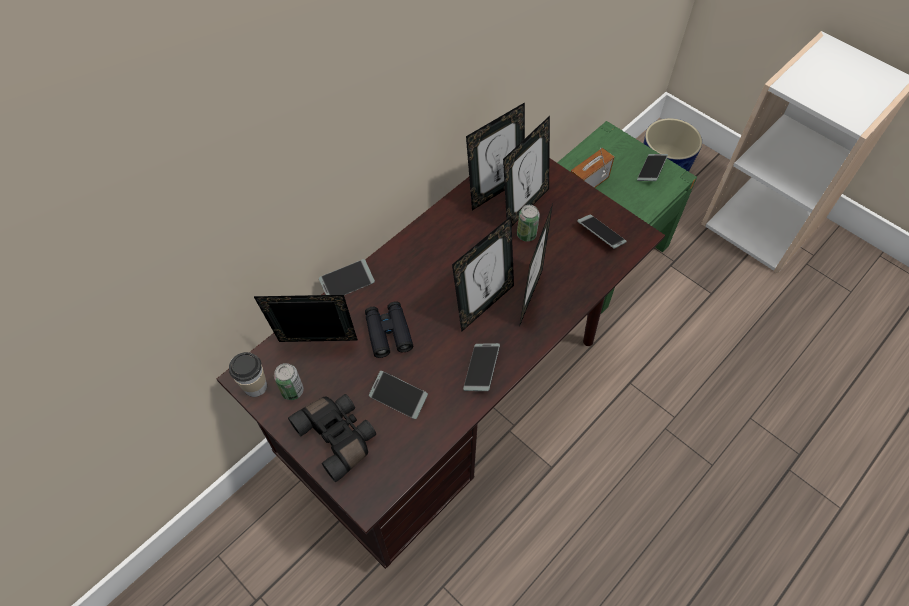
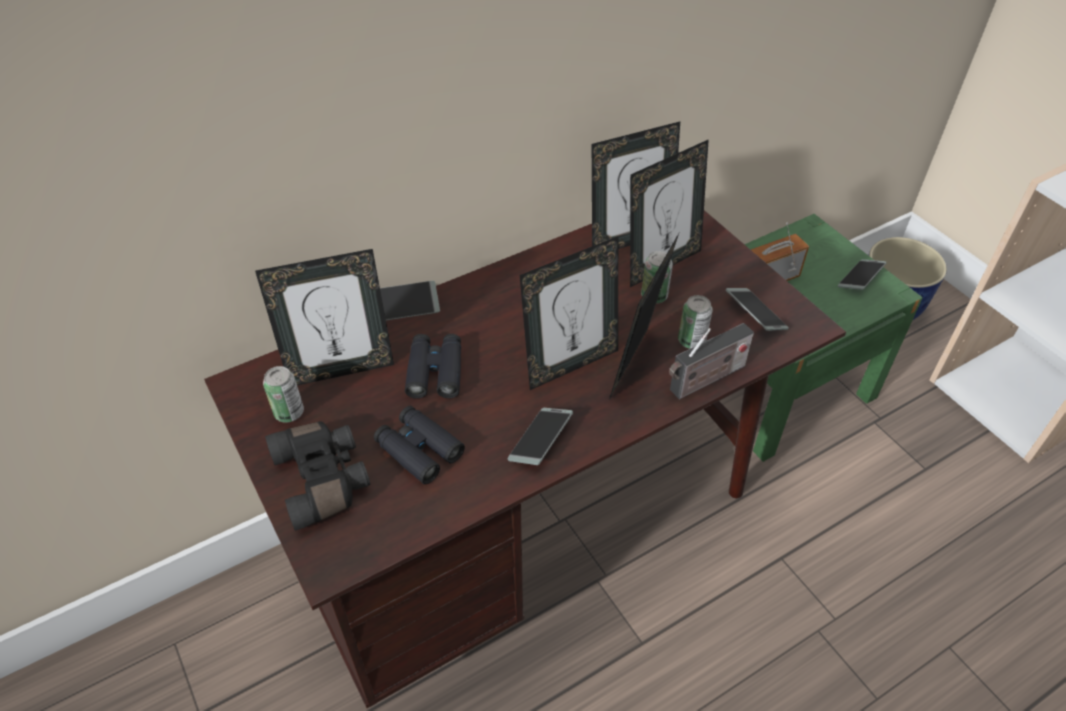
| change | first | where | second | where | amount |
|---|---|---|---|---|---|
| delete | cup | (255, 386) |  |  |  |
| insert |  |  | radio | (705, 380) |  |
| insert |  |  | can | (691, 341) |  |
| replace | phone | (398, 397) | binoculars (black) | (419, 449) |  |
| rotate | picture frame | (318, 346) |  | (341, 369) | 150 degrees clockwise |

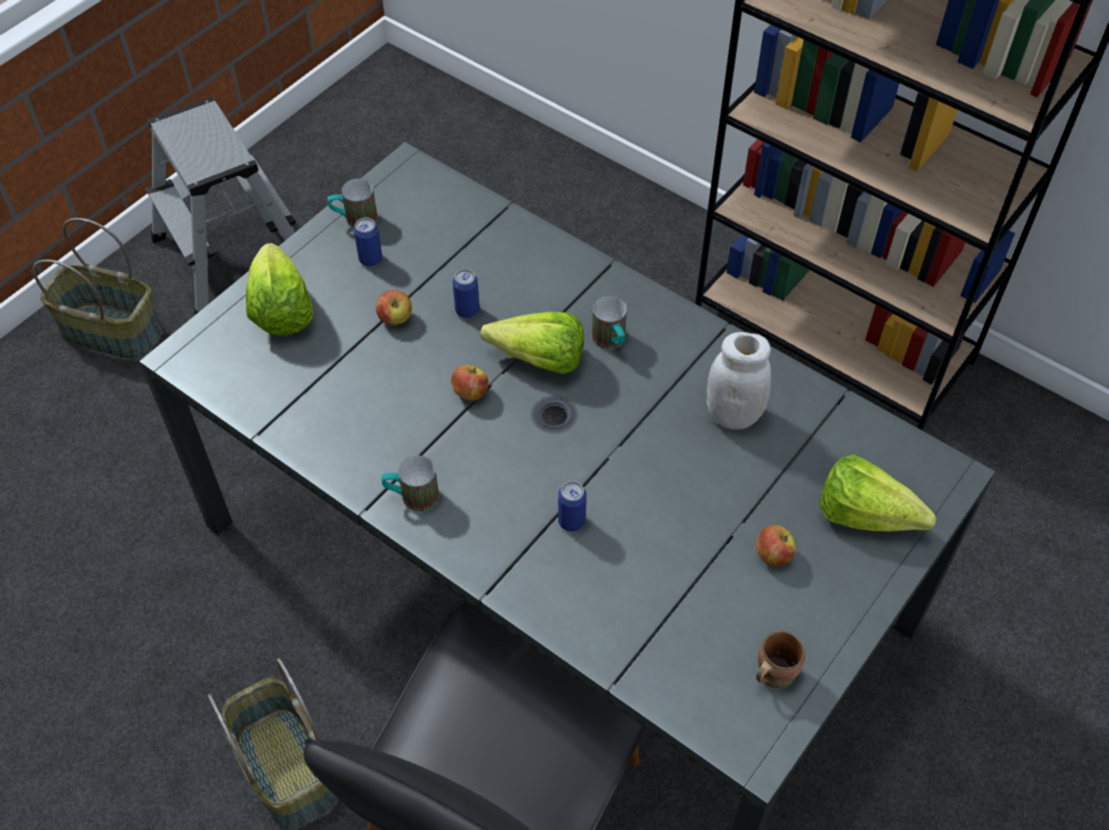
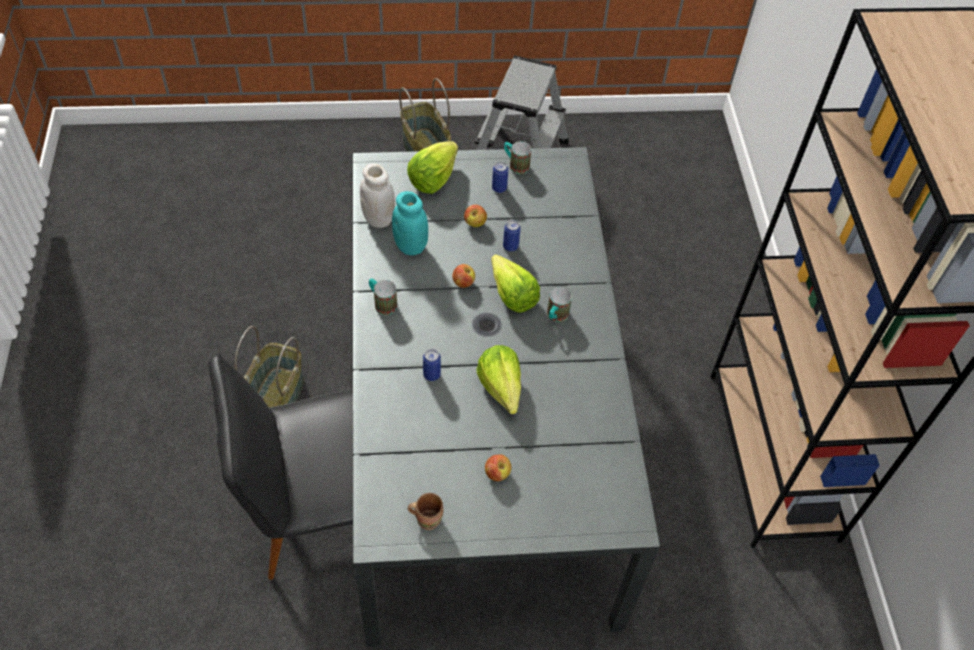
| change | first | where | second | where | amount |
|---|---|---|---|---|---|
| insert |  |  | jar (turquoise) | (410, 246) |  |
| move | jar (white) | (733, 414) |  | (378, 219) |  |
| move | lettuce | (872, 521) |  | (501, 393) |  |

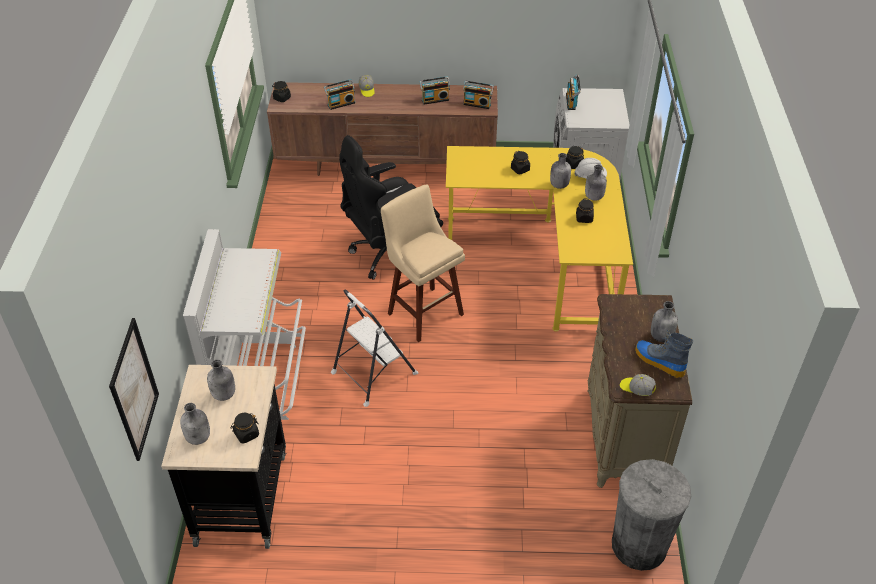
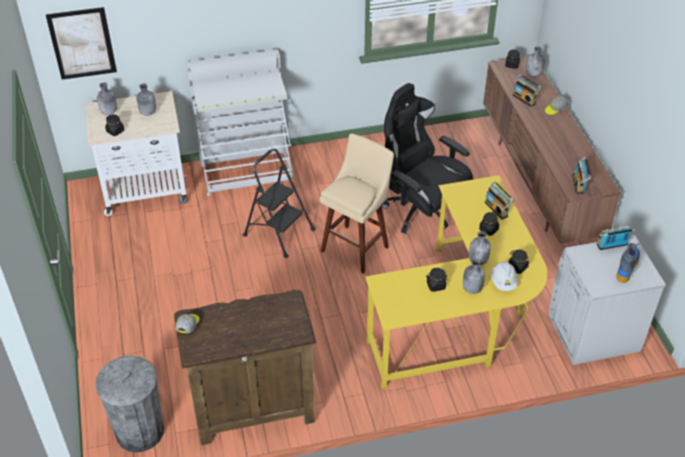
| change | first | where | second | where | amount |
|---|---|---|---|---|---|
| move | radio | (435, 99) |  | (497, 209) |  |
| move | boot | (658, 362) |  | (627, 266) |  |
| move | bottle (grey) | (661, 336) |  | (534, 74) |  |
| recolor | cart (black) | (241, 497) | cart (white) | (145, 191) |  |
| recolor | step ladder (white) | (372, 373) | step ladder (black) | (277, 231) |  |

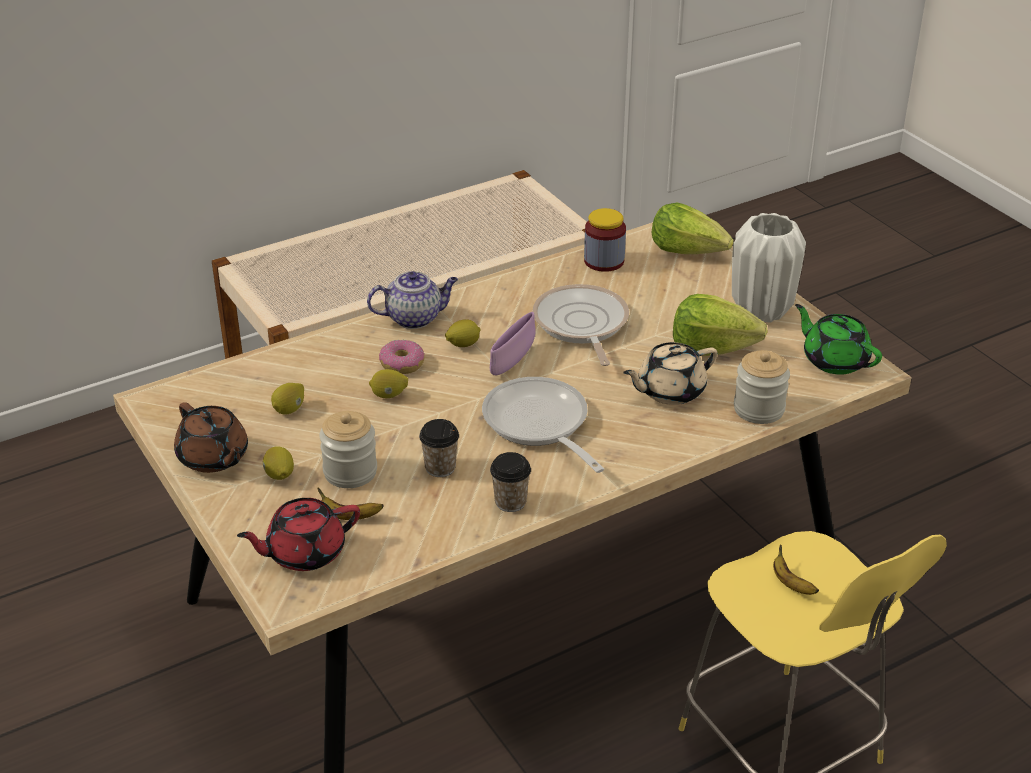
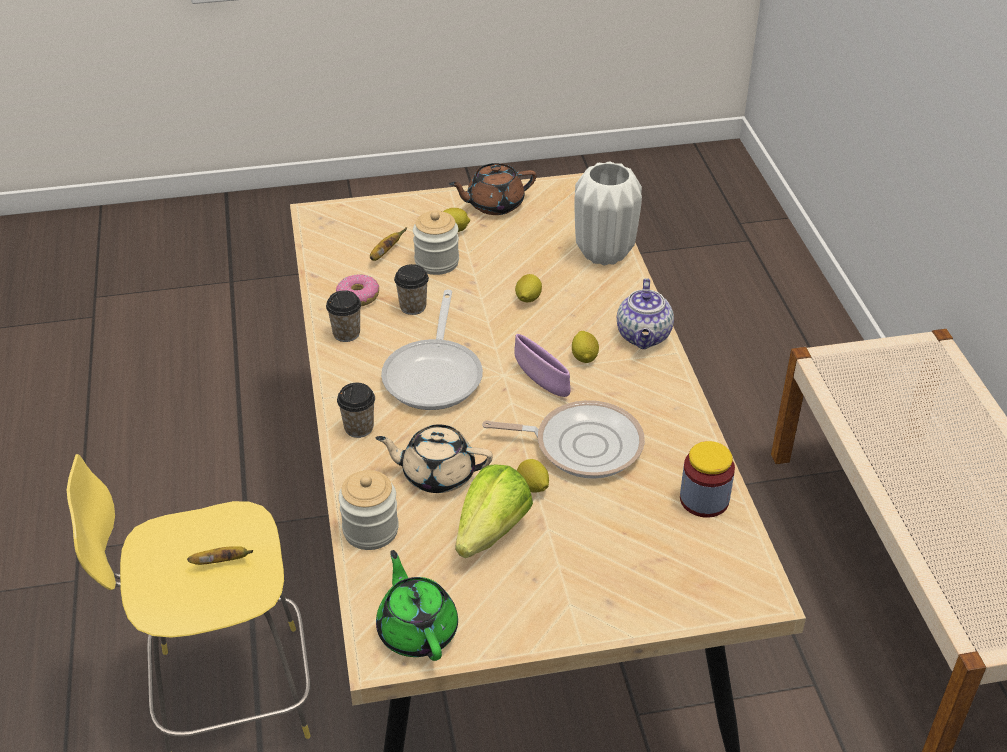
| change | first | where | second | where | amount |
|---|---|---|---|---|---|
| delete | teapot (red) | (304, 552) |  |  |  |
| delete | lettuce | (688, 250) |  |  |  |
| insert |  |  | cup | (359, 428) |  |
| move | lemon | (289, 409) |  | (532, 487) |  |
| move | donut | (402, 364) |  | (358, 296) |  |
| move | vase (white) | (761, 310) |  | (605, 253) |  |
| rotate | frying pan | (539, 425) |  | (435, 374) | 105 degrees clockwise |
| rotate | teapot (beige) | (669, 391) |  | (437, 474) | 75 degrees counterclockwise |
| rotate | teapot (green) | (834, 360) |  | (417, 630) | 90 degrees counterclockwise |

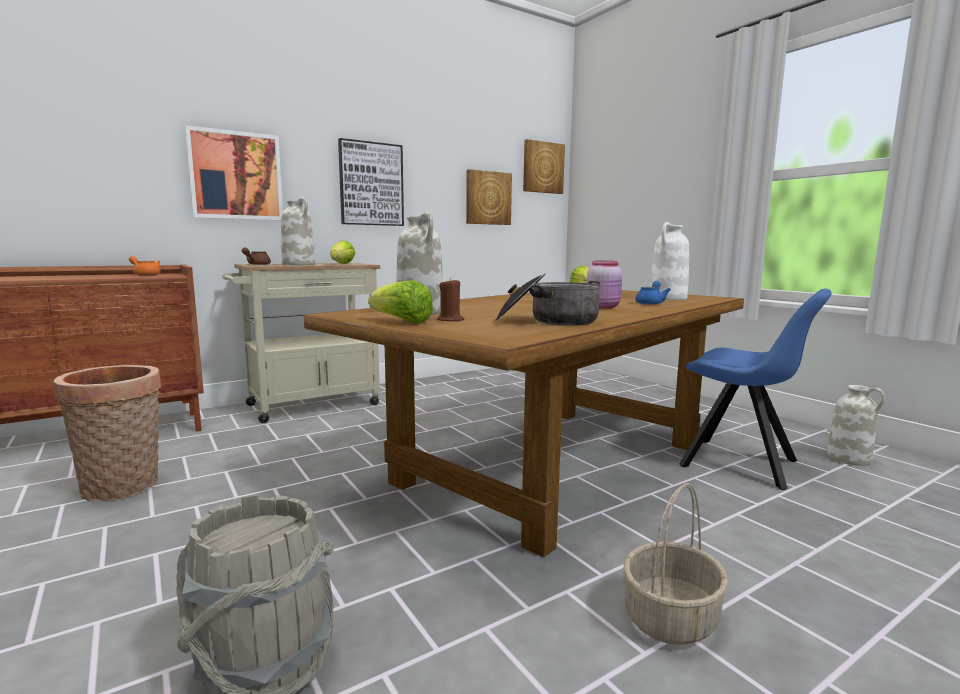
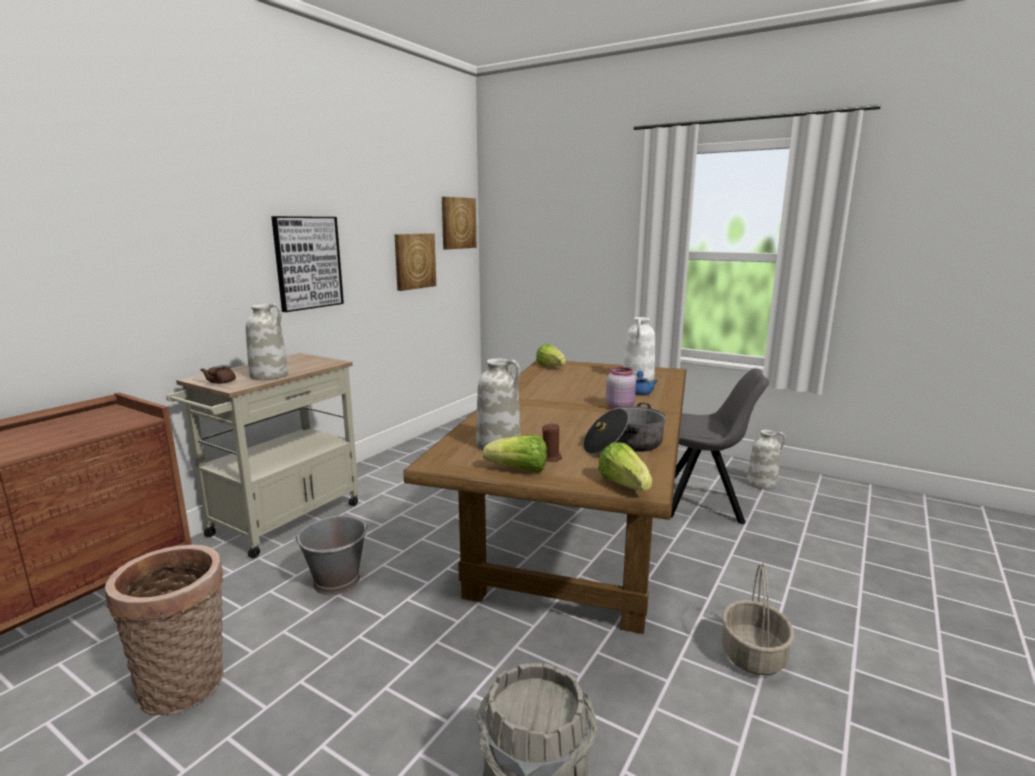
| change | first | where | second | where | amount |
|---|---|---|---|---|---|
| delete | teapot (orange) | (145, 275) |  |  |  |
| delete | picture | (236, 176) |  |  |  |
| insert |  |  | bucket (grey) | (337, 581) |  |
| move | lettuce | (341, 264) |  | (624, 485) |  |
| recolor | chair (blue) | (740, 463) | chair (grey) | (702, 505) |  |

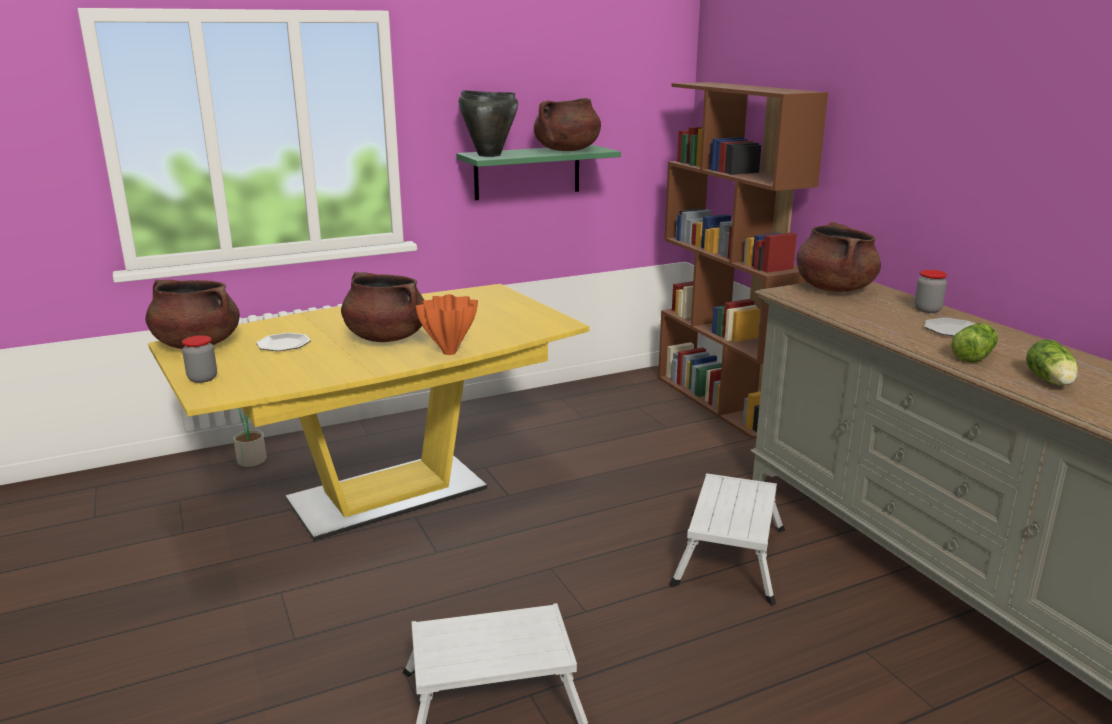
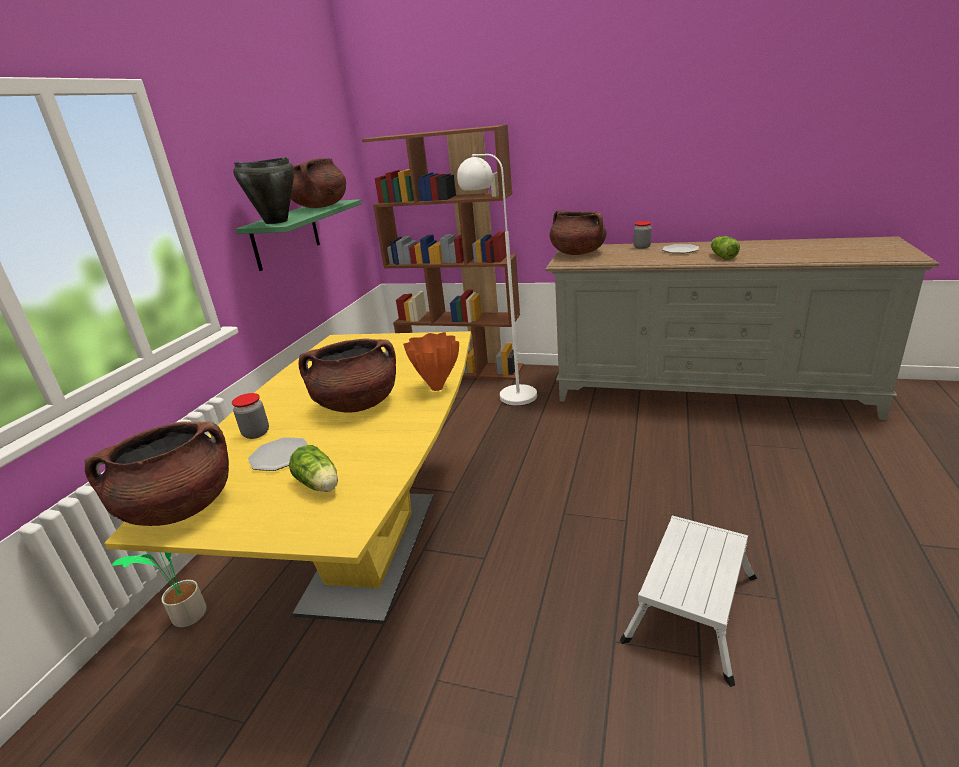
| change | first | where | second | where | amount |
|---|---|---|---|---|---|
| delete | step ladder (white) | (729, 557) |  |  |  |
| insert |  |  | floor lamp (white) | (508, 394) |  |
| move | jar | (202, 378) |  | (256, 433) |  |
| move | lettuce | (1050, 381) |  | (319, 485) |  |

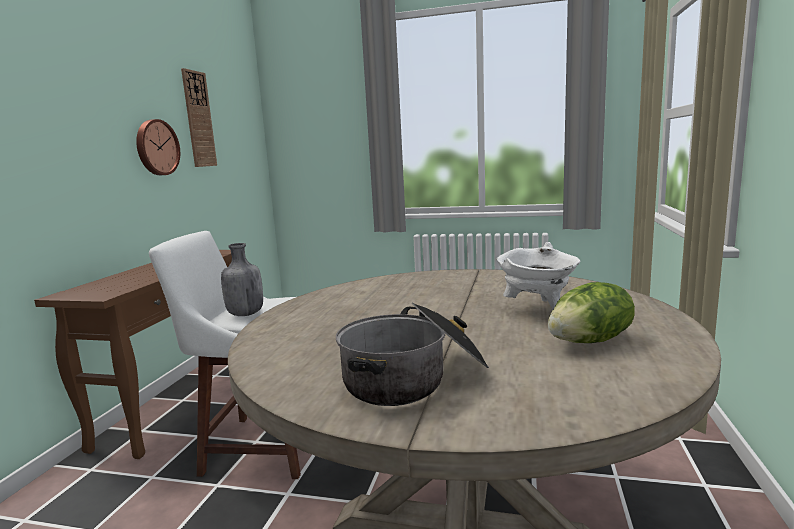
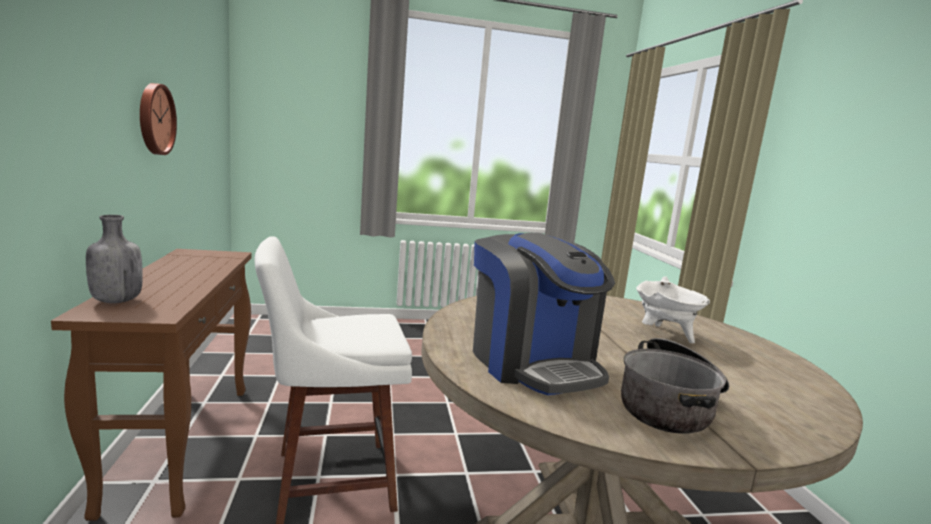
| change | first | where | second | where | amount |
|---|---|---|---|---|---|
| delete | wall clock | (198, 119) |  |  |  |
| delete | lettuce | (591, 341) |  |  |  |
| insert |  |  | coffee machine | (533, 362) |  |
| move | bottle (grey) | (245, 314) |  | (115, 301) |  |

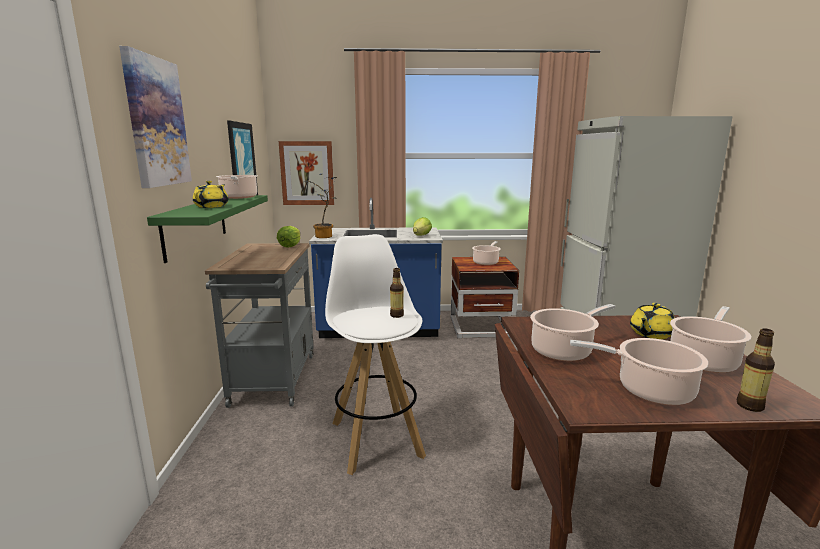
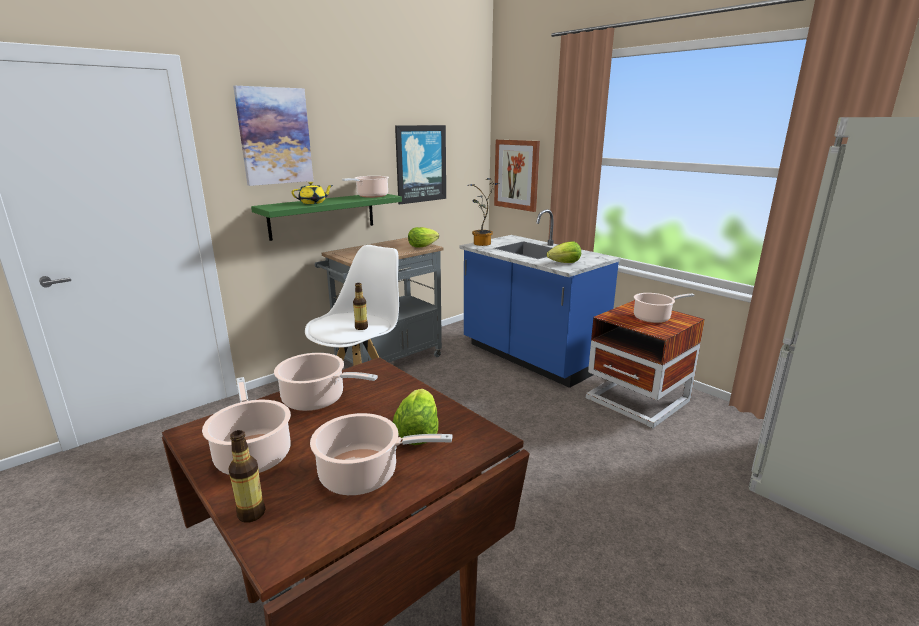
| change | first | where | second | where | amount |
|---|---|---|---|---|---|
| replace | teapot (yellow) | (650, 334) | lettuce | (417, 433) |  |

